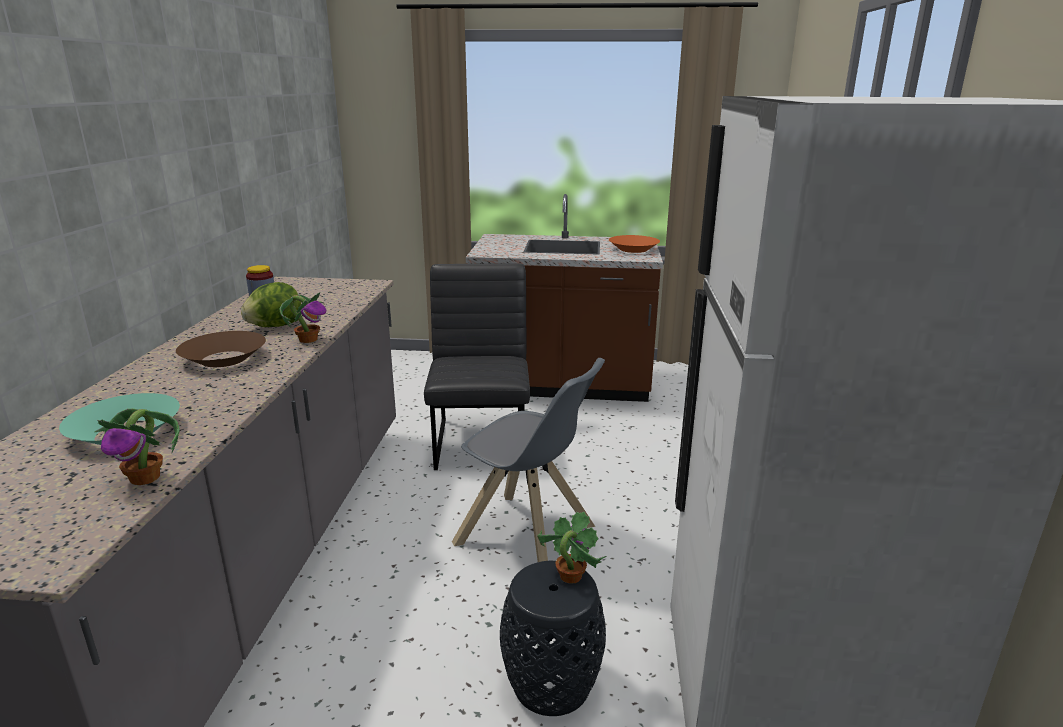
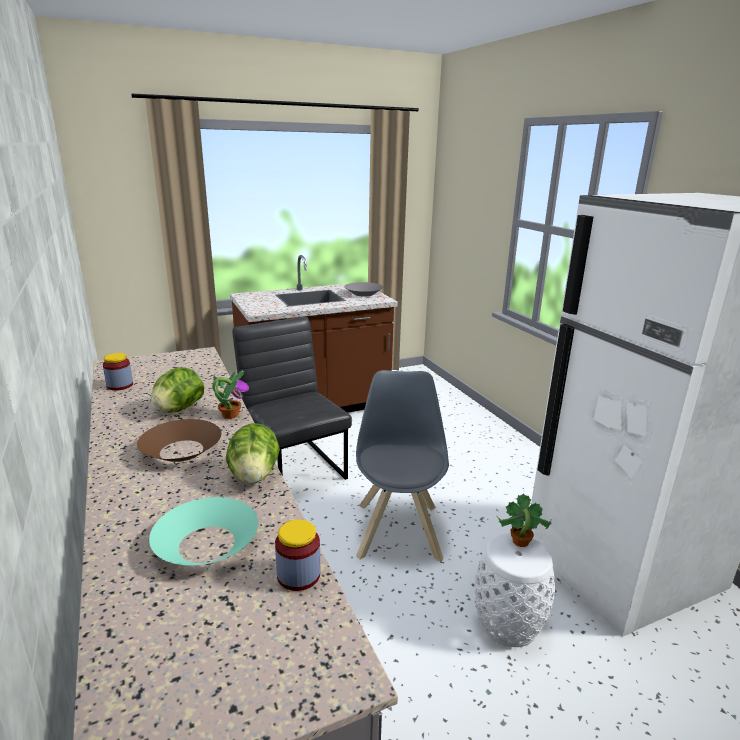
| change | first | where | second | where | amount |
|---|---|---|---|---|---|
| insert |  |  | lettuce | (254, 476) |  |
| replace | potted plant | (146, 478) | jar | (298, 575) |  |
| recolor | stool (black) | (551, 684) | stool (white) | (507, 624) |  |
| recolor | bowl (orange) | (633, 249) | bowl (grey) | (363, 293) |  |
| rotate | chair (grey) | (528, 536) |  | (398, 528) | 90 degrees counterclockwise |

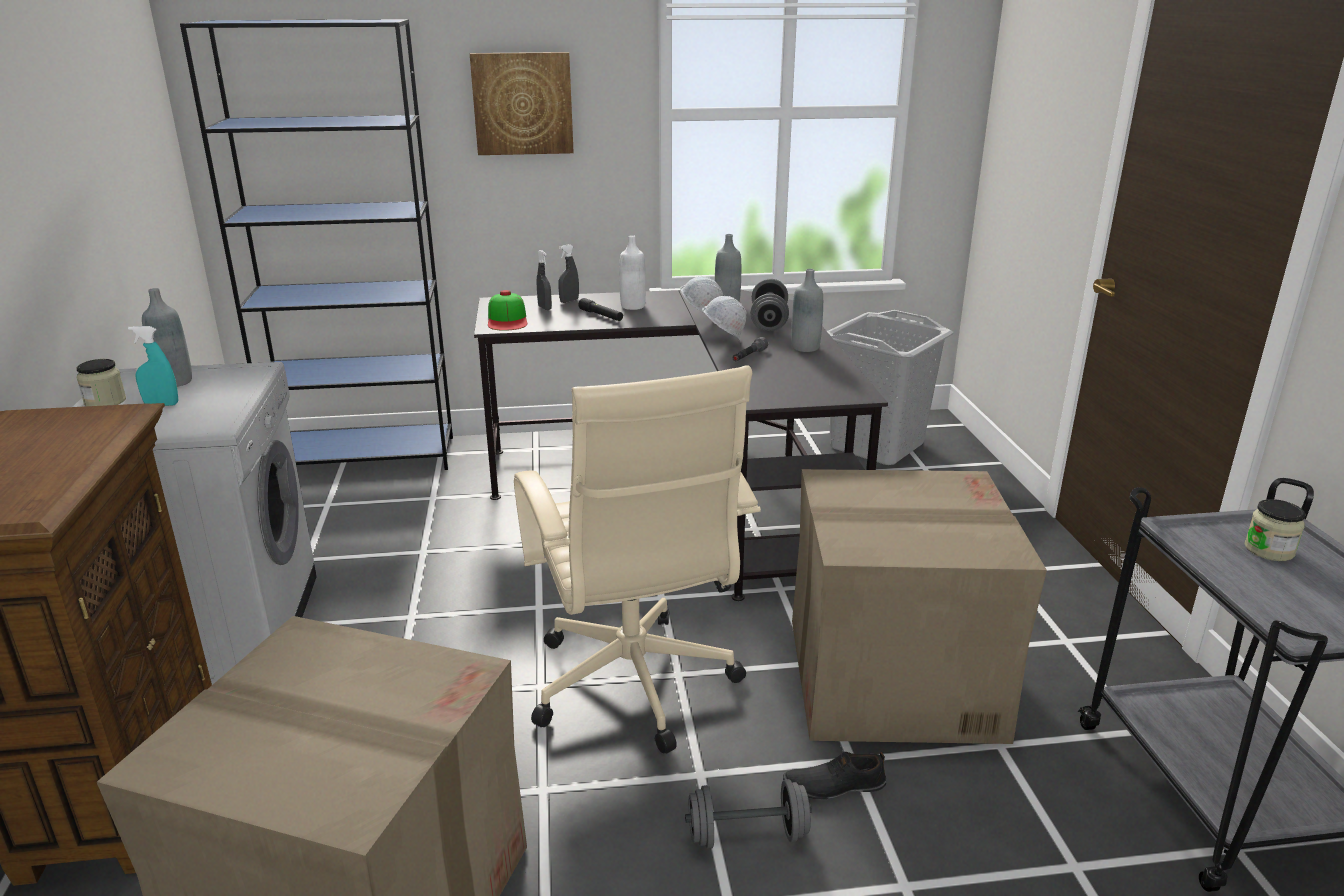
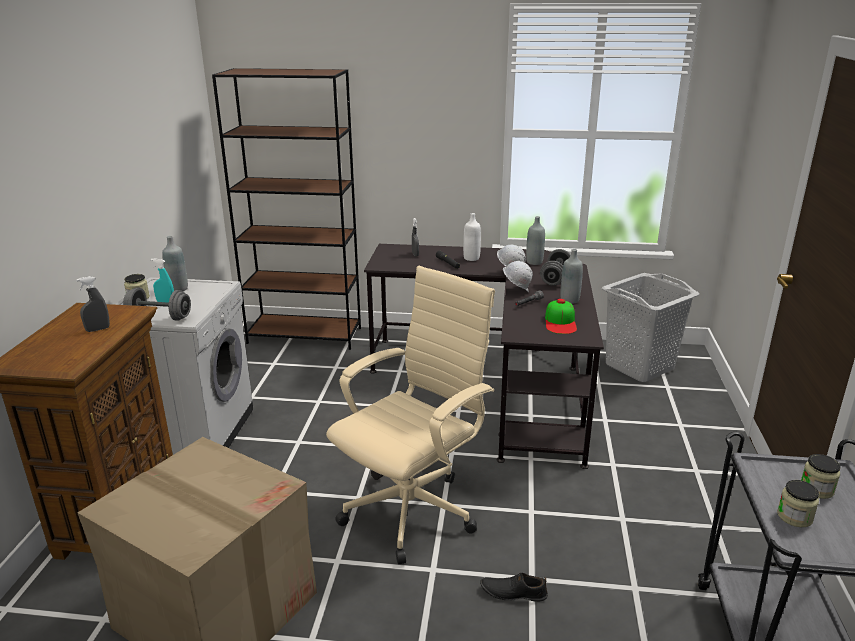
| change | first | where | second | where | amount |
|---|---|---|---|---|---|
| delete | picture | (522, 103) |  |  |  |
| delete | cardboard box | (890, 677) |  |  |  |
| insert |  |  | jar | (794, 516) |  |
| move | cap | (507, 319) |  | (560, 322) |  |
| move | spray bottle (grey) | (569, 301) |  | (98, 329) |  |
| move | dumbbell (grey) | (747, 835) |  | (159, 317) |  |
| recolor | bookcase (blue) | (367, 457) | bookcase (brown) | (305, 335) |  |
| rotate | office chair (beige) | (635, 689) |  | (413, 509) | 135 degrees counterclockwise |

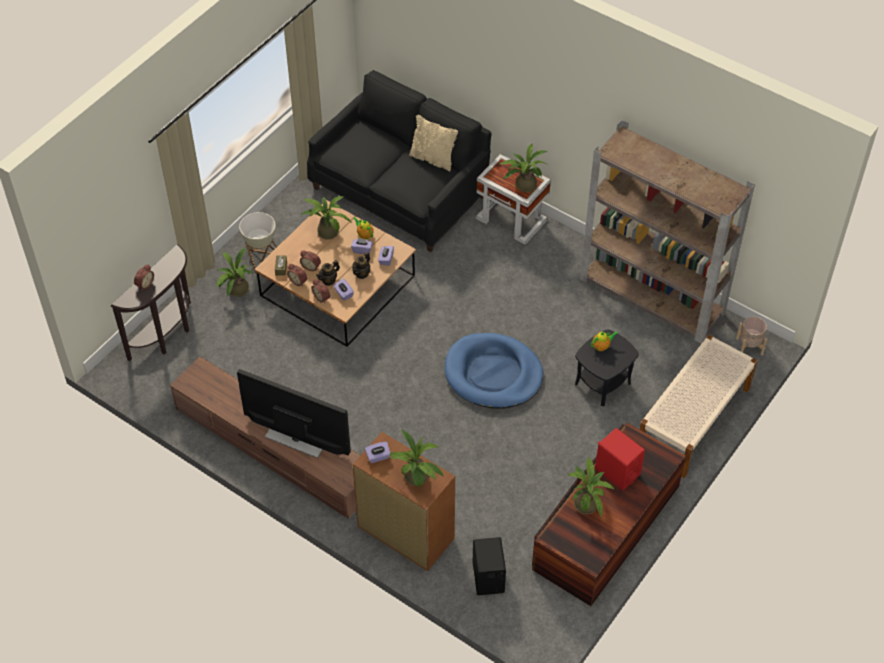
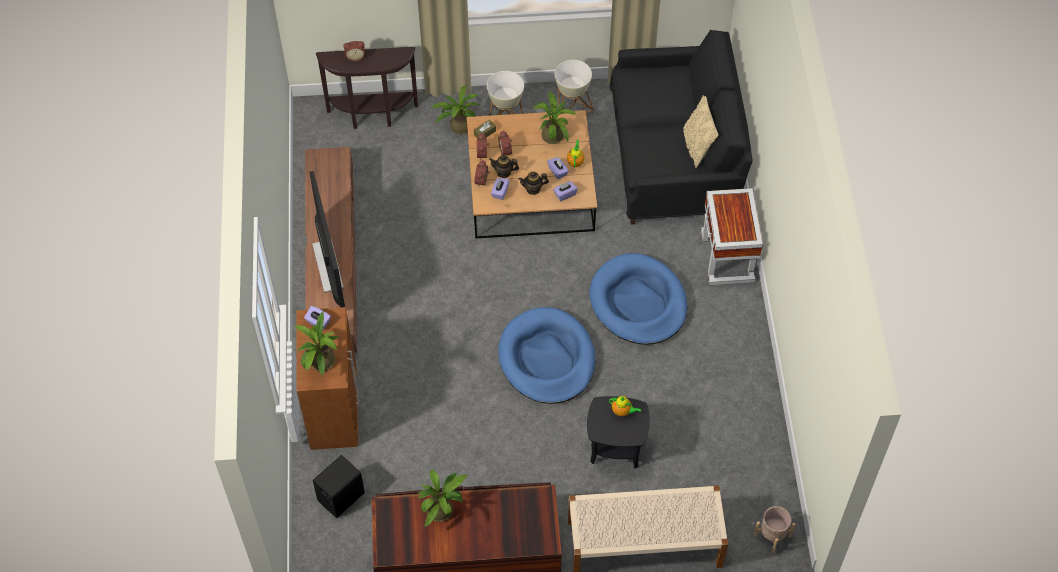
| change | first | where | second | where | amount |
|---|---|---|---|---|---|
| delete | potted plant | (523, 185) |  |  |  |
| delete | bookcase (brown) | (652, 296) |  |  |  |
| delete | speaker (red) | (617, 471) |  |  |  |
| insert |  |  | planter | (572, 108) |  |
| insert |  |  | dog bed (blue) | (638, 302) |  |

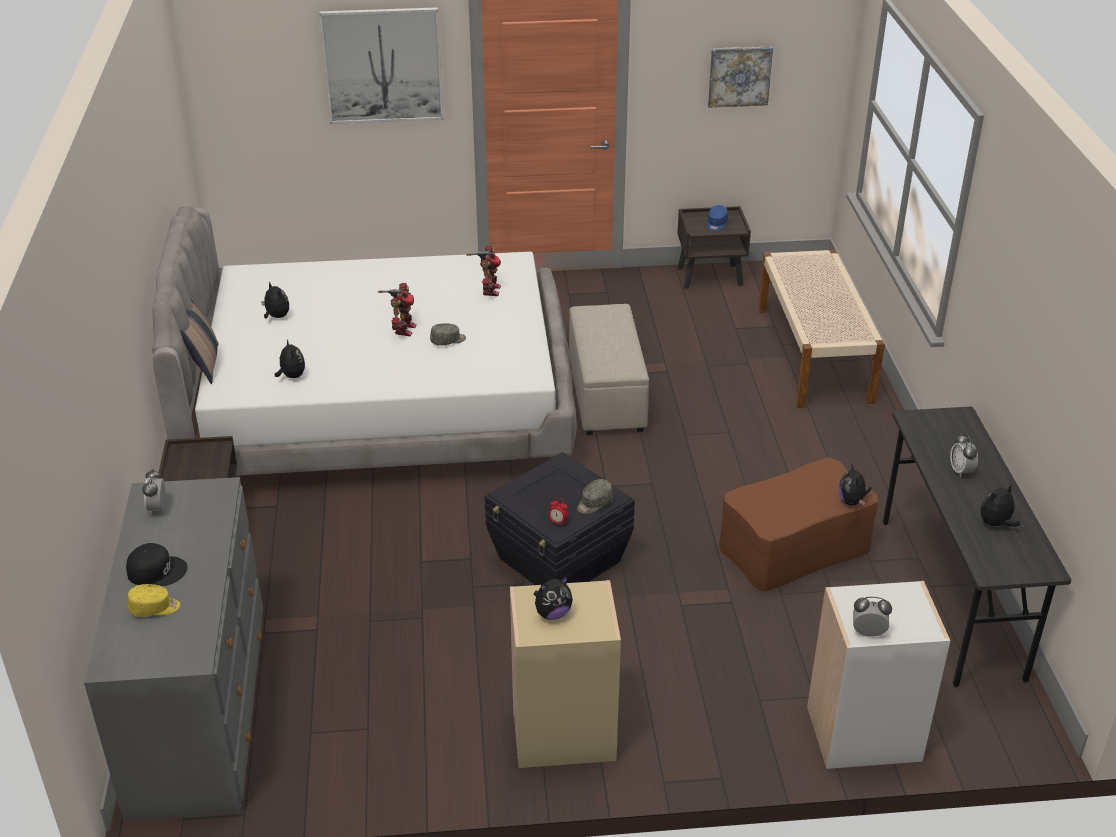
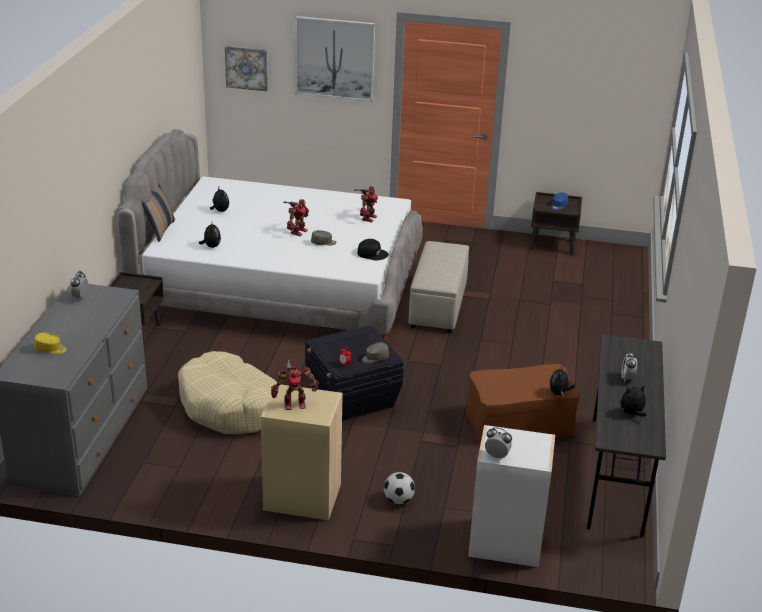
| change | first | where | second | where | amount |
|---|---|---|---|---|---|
| delete | bench (beige) | (814, 354) |  |  |  |
| insert |  |  | dog bed (beige) | (231, 406) |  |
| insert |  |  | football | (398, 500) |  |
| move | cap (black) | (157, 570) |  | (372, 253) |  |
| move | picture | (739, 76) |  | (246, 68) |  |
| replace | plush toy | (552, 613) | toy robot | (294, 403) |  |

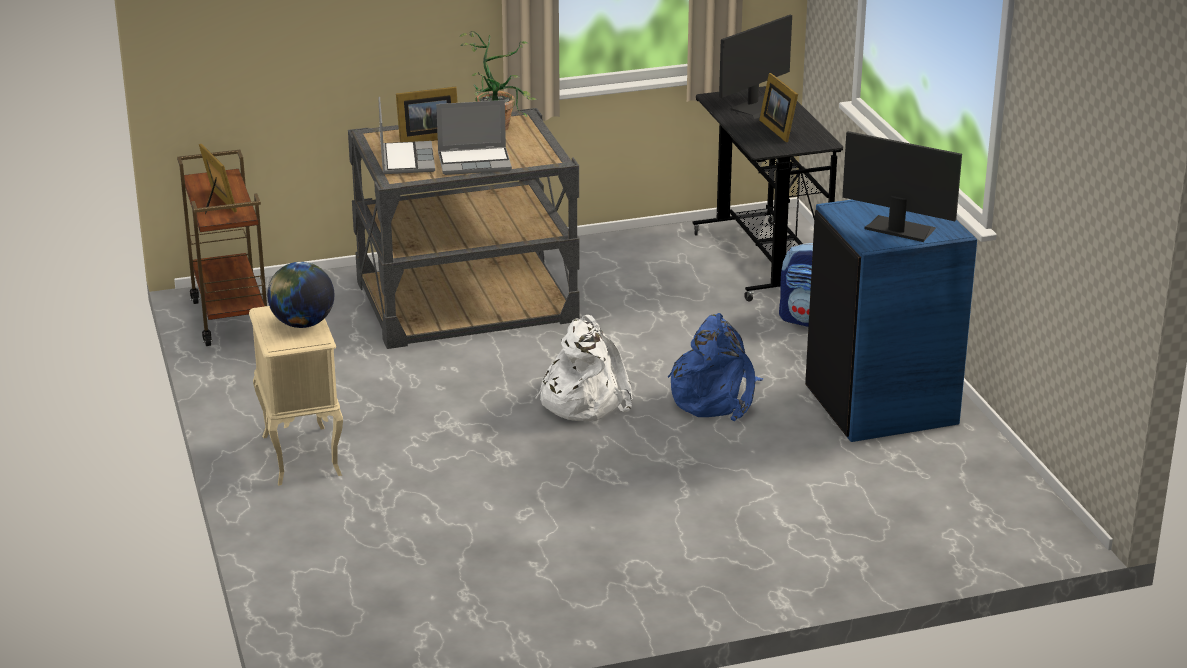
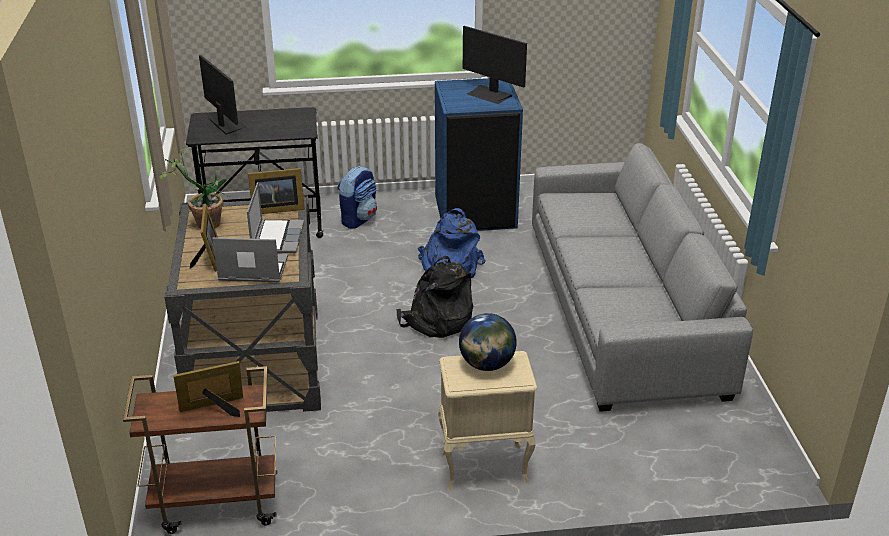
| change | first | where | second | where | amount |
|---|---|---|---|---|---|
| insert |  |  | sofa (grey) | (623, 308) |  |
| move | picture frame | (779, 129) |  | (276, 209) |  |
| recolor | backpack (white) | (582, 400) | backpack (black) | (437, 321) |  |
| rotate | monitor | (899, 229) |  | (490, 94) | 90 degrees counterclockwise |

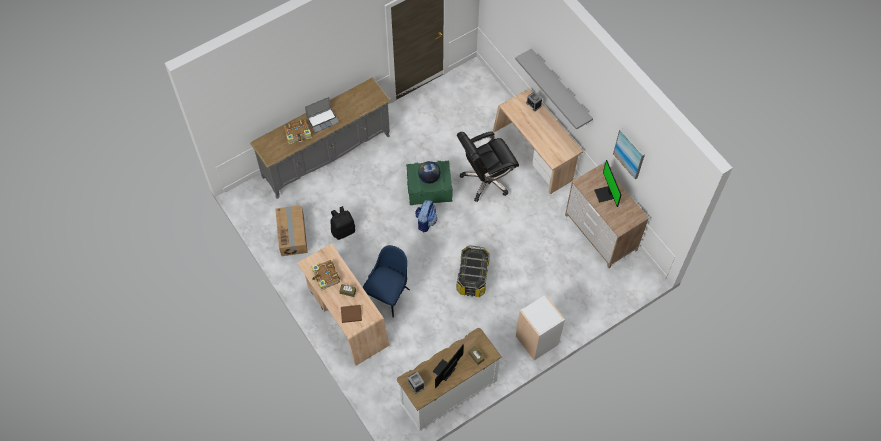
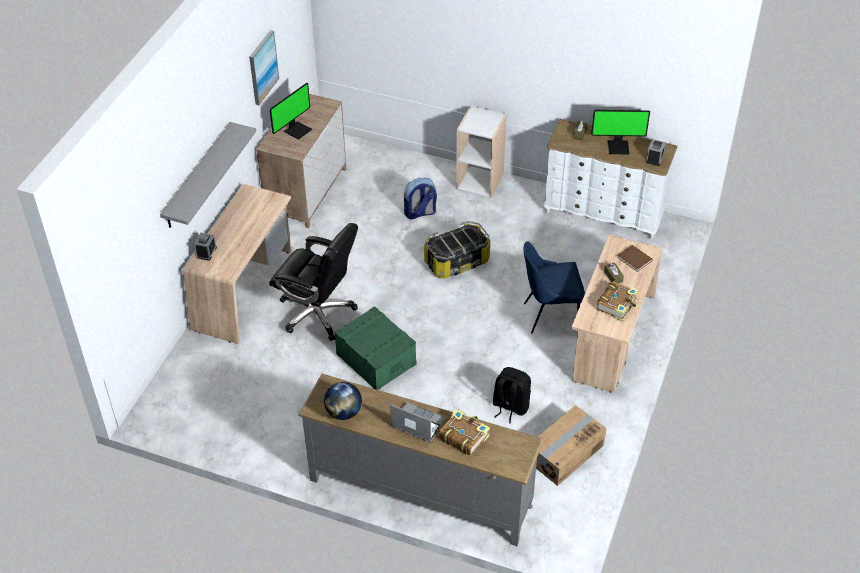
| change | first | where | second | where | amount |
|---|---|---|---|---|---|
| move | backpack | (425, 221) |  | (420, 213) |  |
| move | globe | (429, 178) |  | (344, 412) |  |

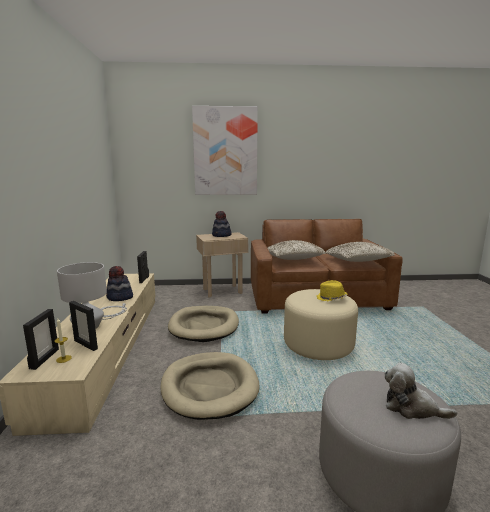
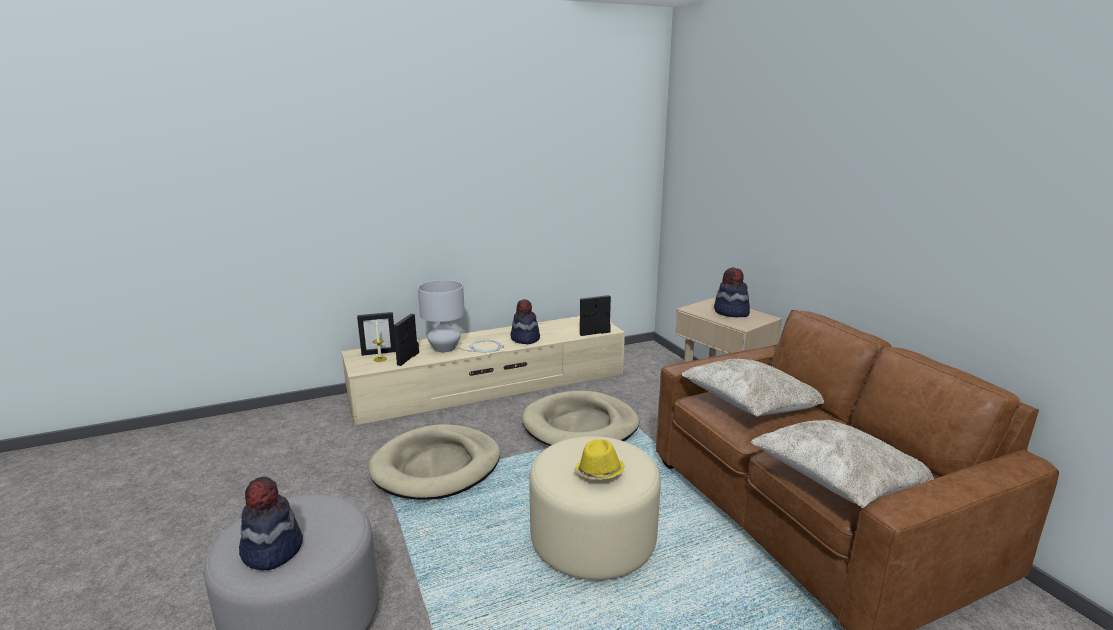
| change | first | where | second | where | amount |
|---|---|---|---|---|---|
| delete | picture | (225, 151) |  |  |  |
| replace | plush toy | (412, 408) | hat | (271, 550) |  |

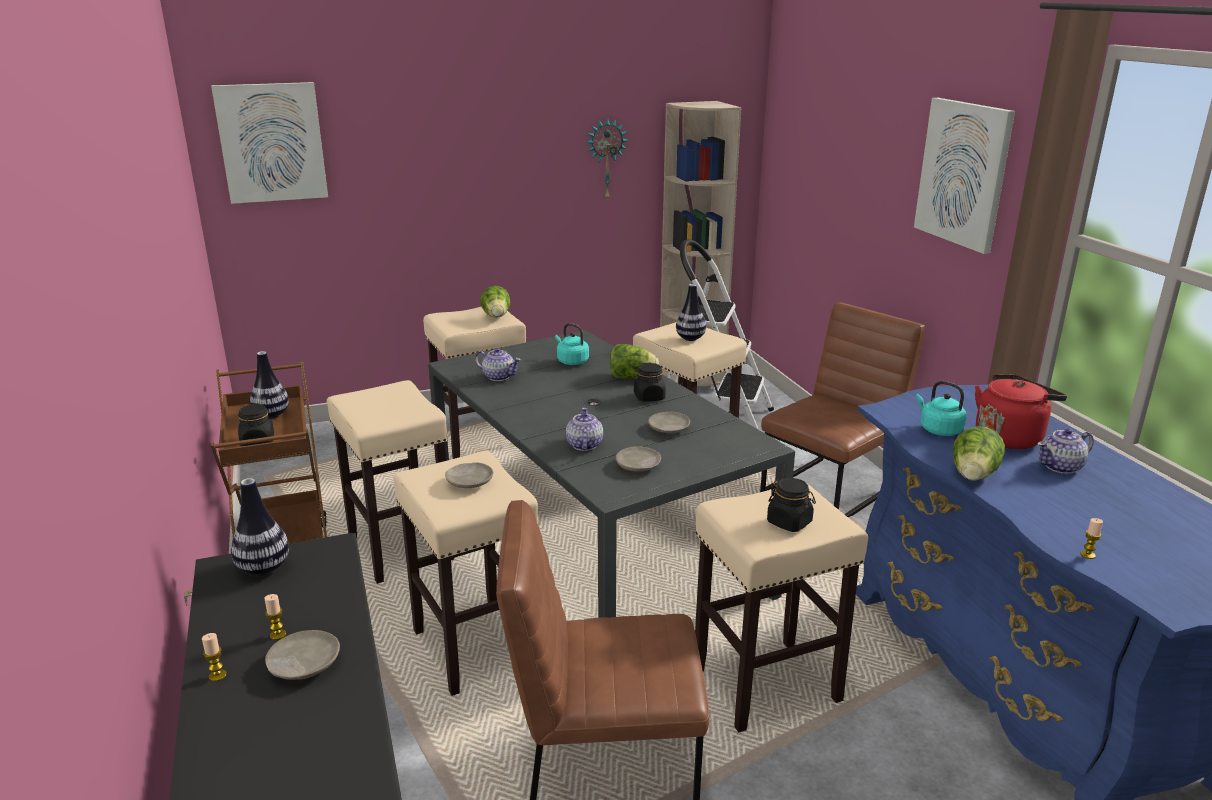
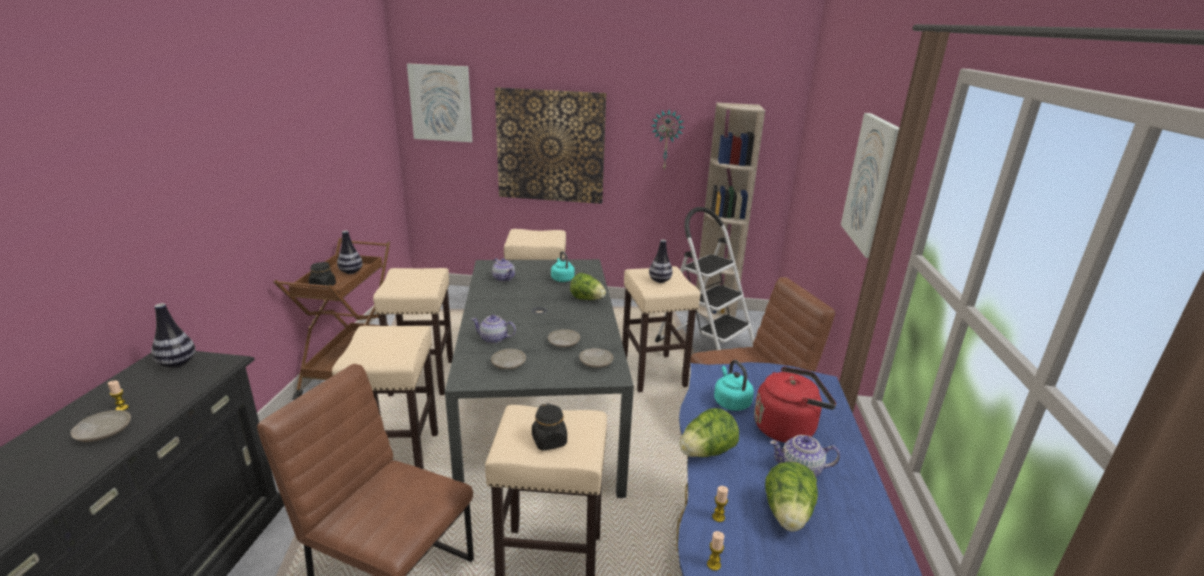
| change | first | where | second | where | amount |
|---|---|---|---|---|---|
| delete | jar (black) | (649, 397) |  |  |  |
| insert |  |  | picture | (550, 146) |  |
| move | candle | (217, 675) |  | (718, 517) |  |
| move | plate (beige) | (470, 482) |  | (596, 362) |  |
| move | lettuce | (497, 317) |  | (788, 515) |  |
| rotate | teapot | (584, 445) |  | (494, 339) | 105 degrees counterclockwise |

